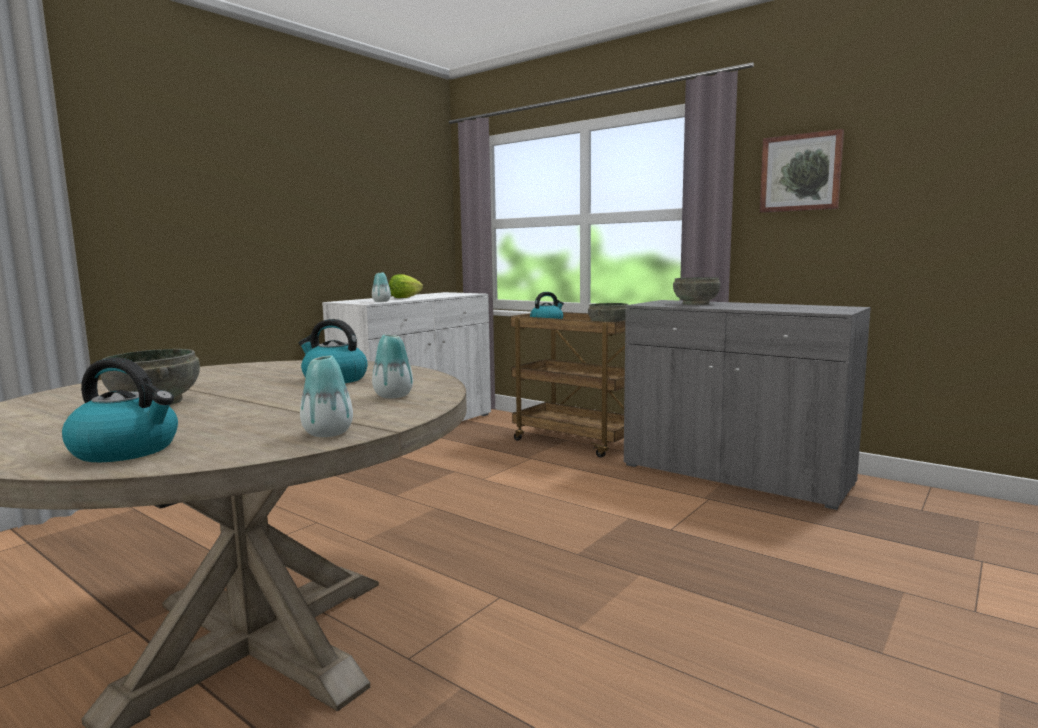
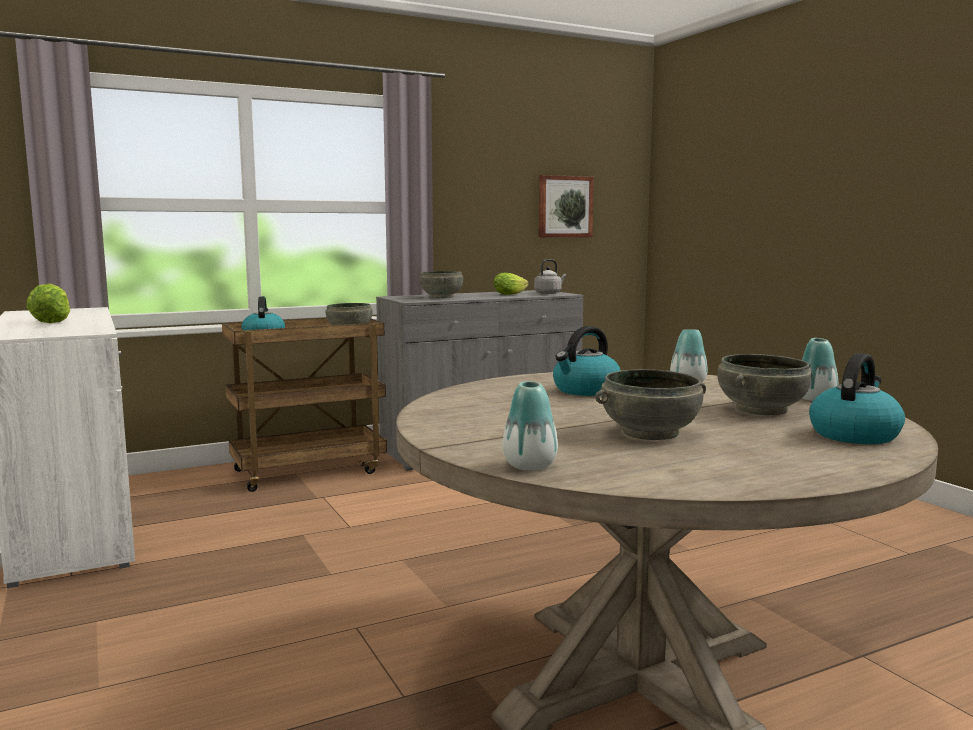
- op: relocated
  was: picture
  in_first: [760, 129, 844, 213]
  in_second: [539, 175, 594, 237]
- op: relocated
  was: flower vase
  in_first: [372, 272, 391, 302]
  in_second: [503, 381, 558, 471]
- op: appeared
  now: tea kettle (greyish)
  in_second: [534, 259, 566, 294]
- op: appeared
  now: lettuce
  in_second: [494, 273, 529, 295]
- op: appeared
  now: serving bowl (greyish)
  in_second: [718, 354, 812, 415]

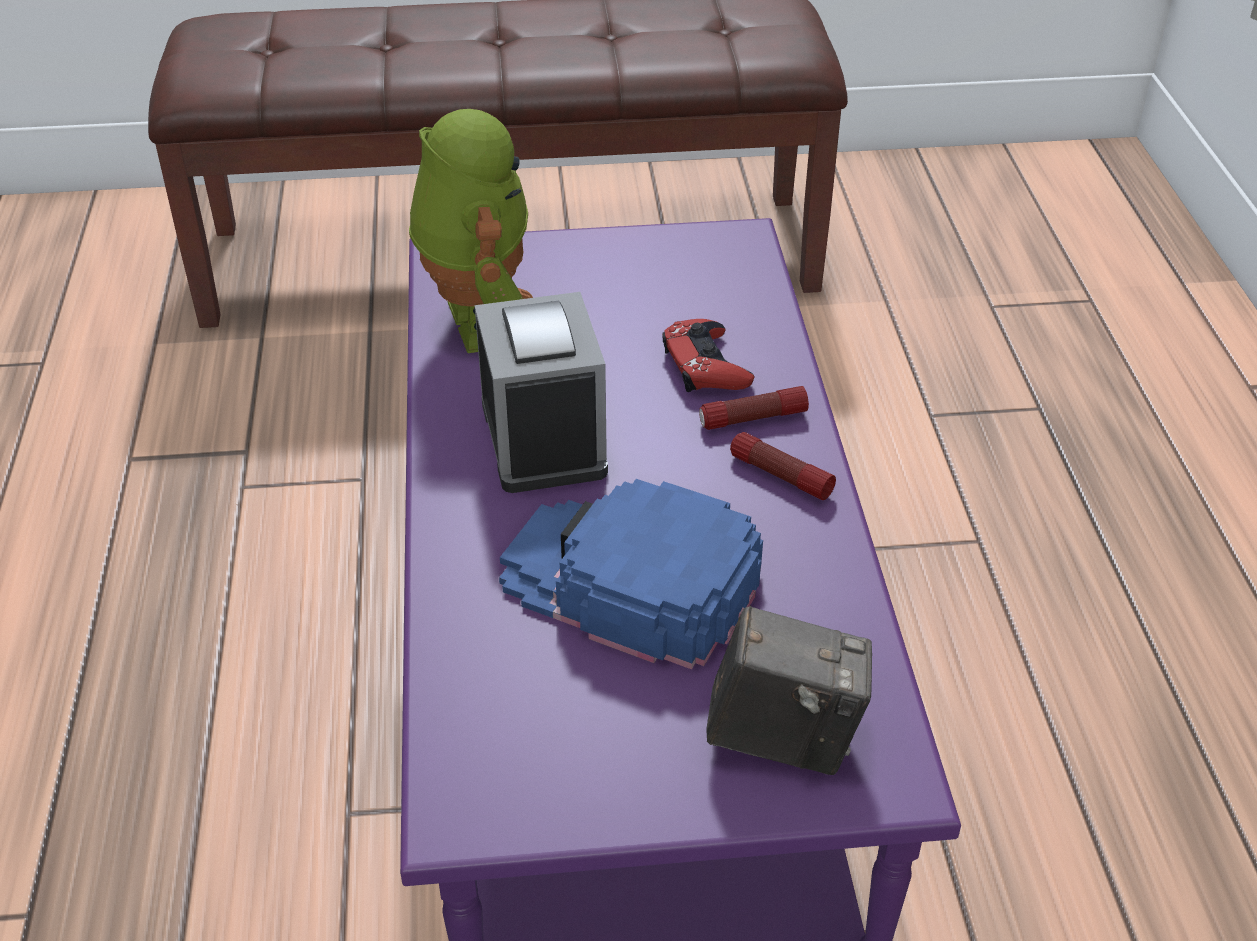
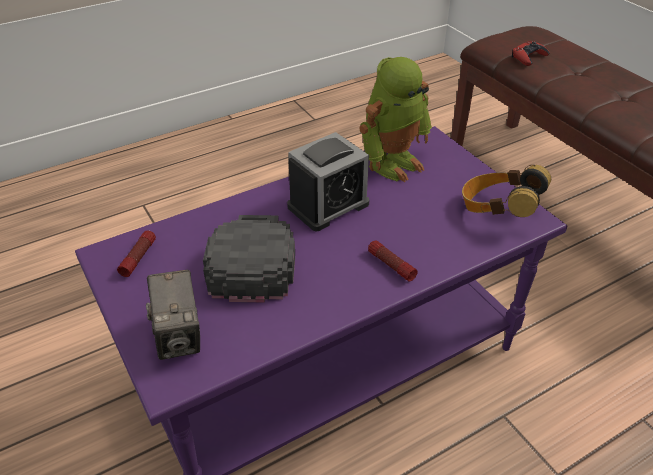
- op: relocated
  was: game controller (red)
  in_first: [662, 319, 754, 392]
  in_second: [512, 41, 550, 66]
- op: relocated
  was: torch
  in_first: [730, 432, 836, 500]
  in_second: [117, 231, 156, 277]
- op: colour
  was: cap (bluish)
  now: cap (blackish)
  in_first: [499, 479, 763, 669]
  in_second: [203, 215, 295, 302]
- op: appeared
  now: pair of headphones
  in_second: [462, 165, 551, 217]

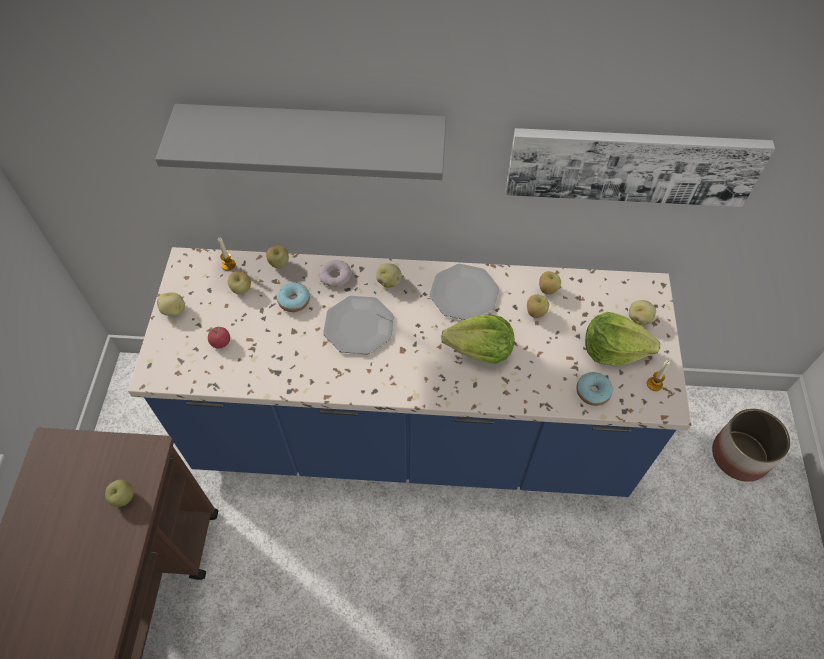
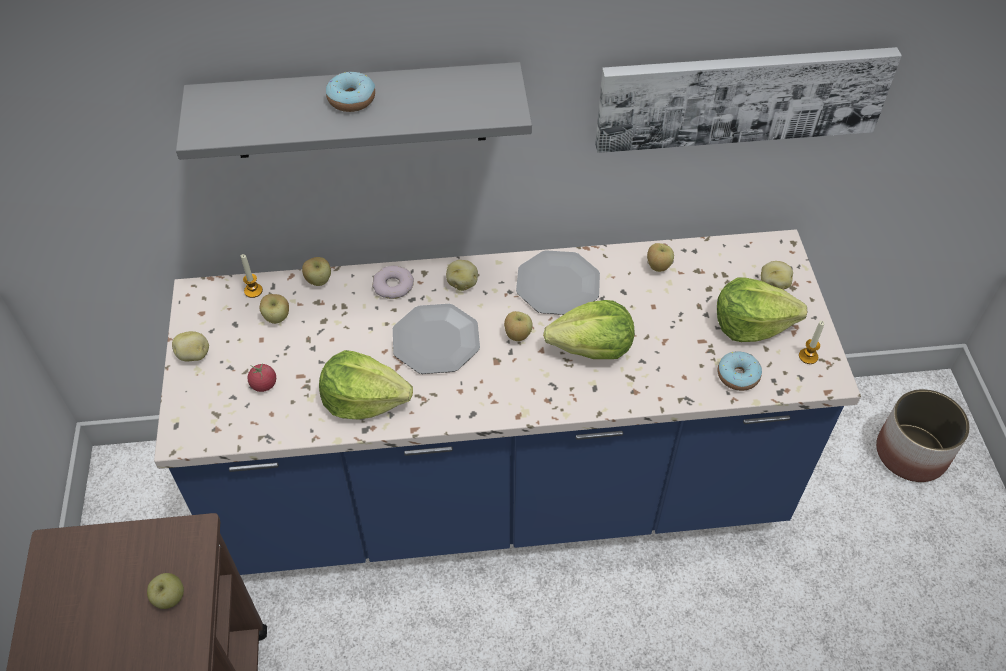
- op: relocated
  was: ring doughnut
  in_first: [277, 282, 310, 312]
  in_second: [326, 72, 375, 112]
- op: relocated
  was: apple fruit
  in_first: [527, 294, 549, 318]
  in_second: [504, 311, 533, 341]
- op: appeared
  now: lettuce
  in_second: [319, 350, 413, 420]

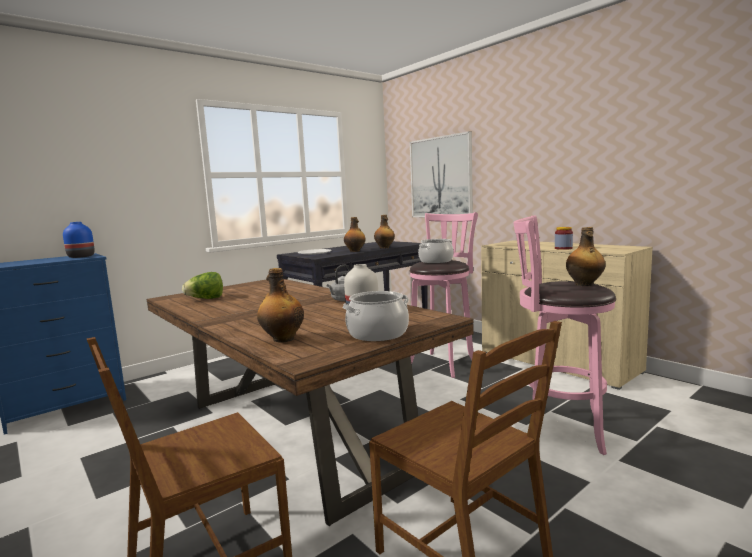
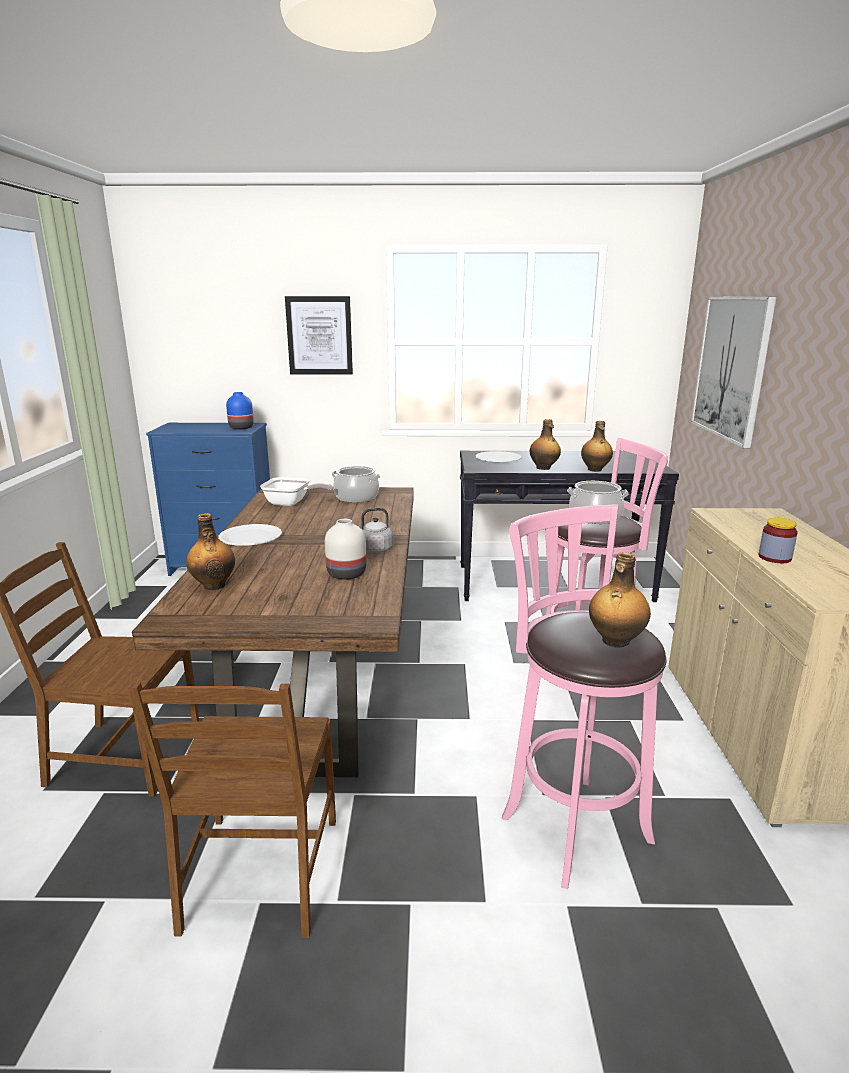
- op: exchanged
  was: lettuce
  now: skillet
  in_first: [182, 272, 223, 299]
  in_second: [260, 477, 334, 506]
- op: relocated
  was: saucepot
  in_first: [342, 291, 409, 341]
  in_second: [332, 466, 381, 503]
- op: appeared
  now: picture
  in_second: [285, 296, 353, 375]
- op: appeared
  now: plate (white)
  in_second: [218, 524, 282, 546]

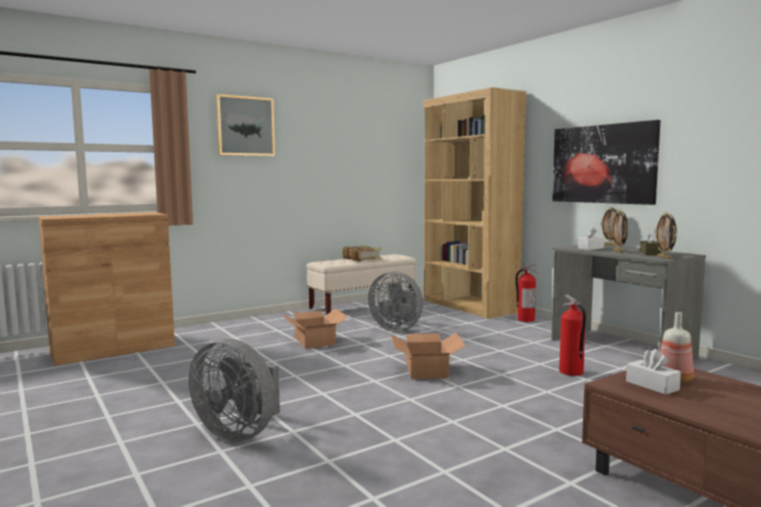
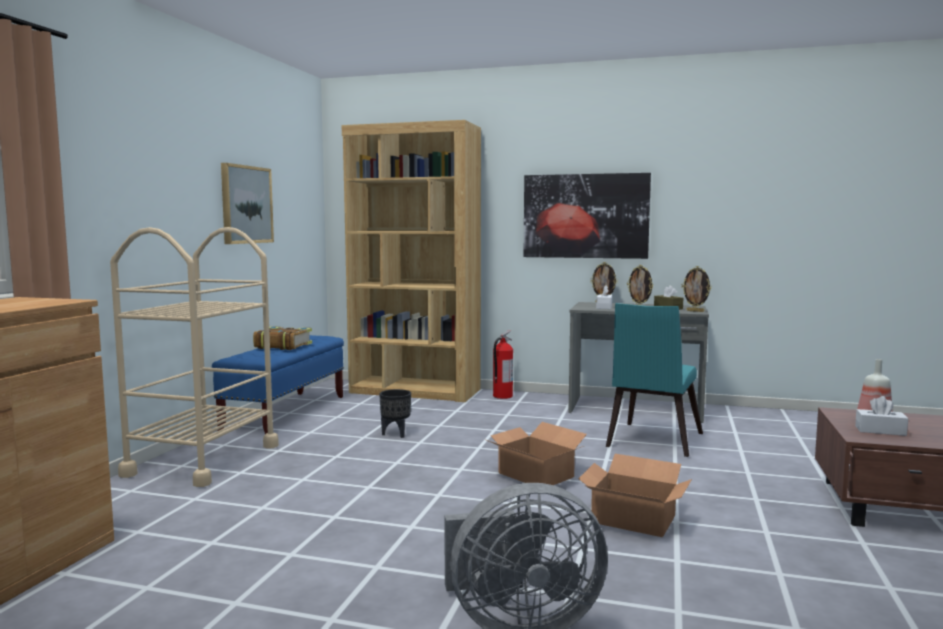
- op: relocated
  was: picture
  in_first: [216, 94, 275, 156]
  in_second: [221, 163, 274, 244]
- op: colour
  was: indoor bench (beige)
  now: indoor bench (bluish)
  in_first: [307, 254, 416, 315]
  in_second: [212, 335, 344, 434]
- op: exchanged
  was: cooling fan (greyish)
  now: planter (blackish)
  in_first: [368, 271, 423, 331]
  in_second: [379, 389, 411, 438]
- op: exchanged
  was: fire-fighting cylinder
  now: plain chair (blue-green)
  in_first: [559, 294, 586, 376]
  in_second: [606, 303, 703, 457]
- op: relocated
  was: packing box
  in_first: [282, 308, 348, 349]
  in_second: [578, 454, 692, 537]
- op: appeared
  now: wheeled cart (beige)
  in_second: [110, 227, 279, 487]

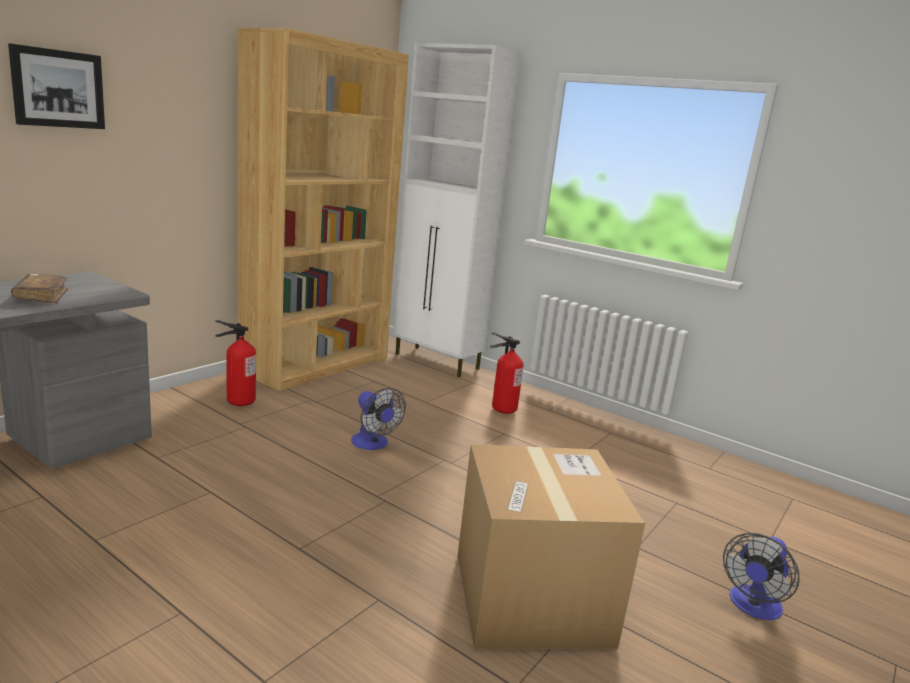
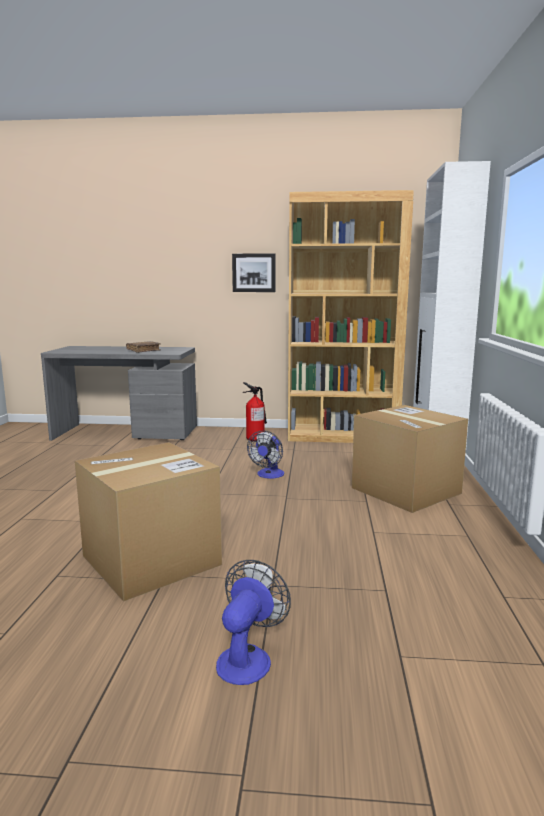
- op: relocated
  was: picture
  in_first: [8, 43, 105, 129]
  in_second: [232, 253, 275, 292]
- op: exchanged
  was: fire-fighting cylinder
  now: packing box
  in_first: [490, 332, 524, 414]
  in_second: [352, 405, 468, 513]
- op: spun
  was: cooling fan
  in_first: [723, 533, 799, 620]
  in_second: [216, 560, 291, 685]
  clockwise: 105

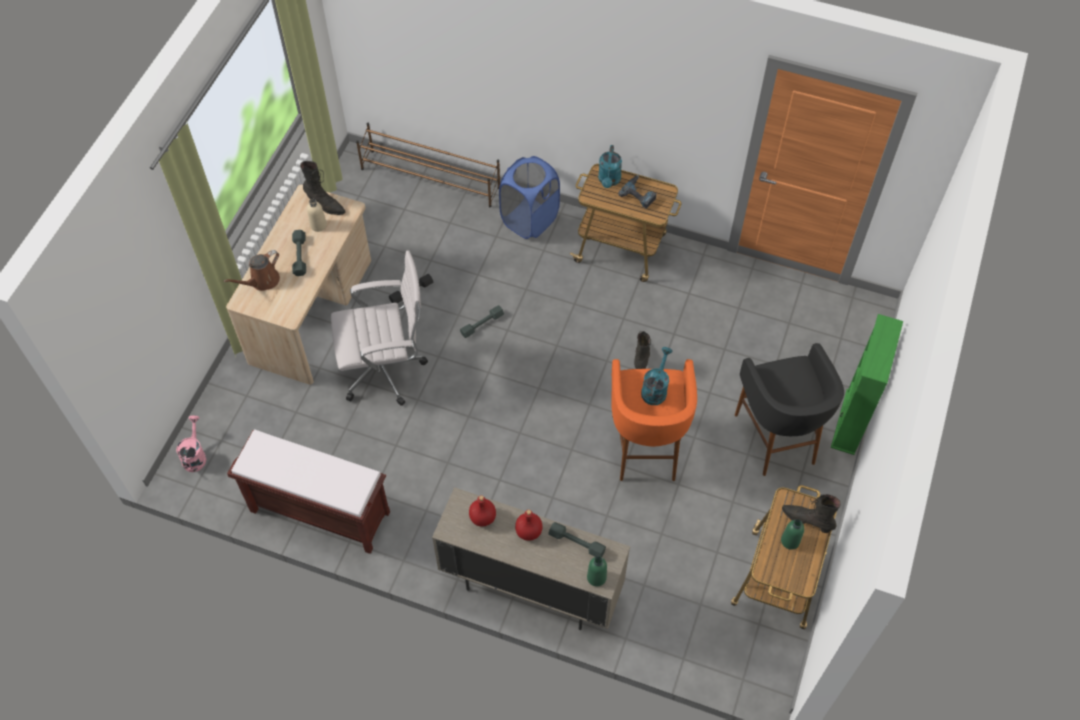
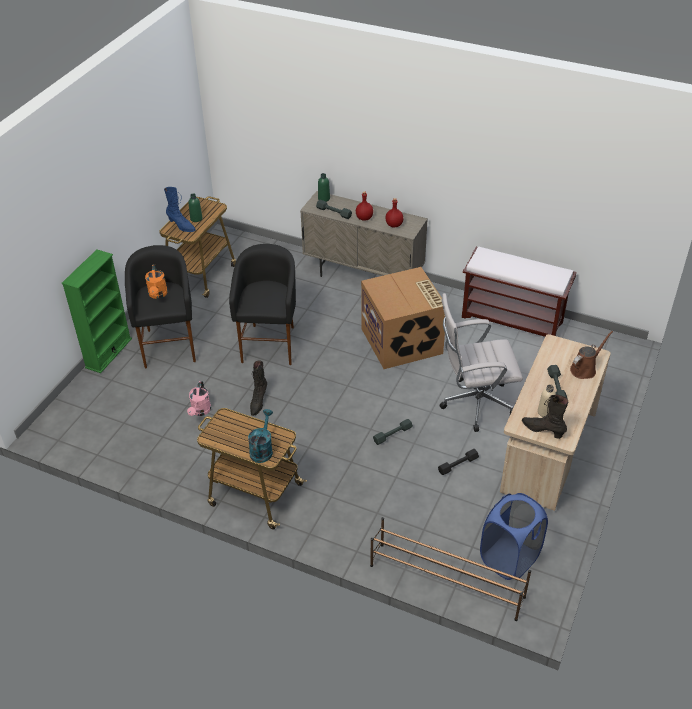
- op: relocated
  was: hamper (bluish)
  in_first: [499, 156, 560, 239]
  in_second: [480, 493, 548, 580]
- op: missing
  was: drill
  in_first: [618, 175, 657, 209]
- op: missing
  was: sprinkling can (blue-green)
  in_first: [641, 347, 673, 405]
- op: colour
  was: sitting stool (orange-coloured)
  now: sitting stool (blackish)
  in_first: [612, 359, 697, 481]
  in_second: [229, 244, 296, 365]
- op: relocated
  was: sprinkling can (pink)
  in_first: [176, 416, 206, 472]
  in_second: [187, 381, 211, 416]
- op: colour
  was: tall boot (blackish)
  now: tall boot (bluish)
  in_first: [782, 494, 841, 533]
  in_second: [164, 187, 196, 232]
- op: appeared
  now: sprinkling can (orange-coloured)
  in_second: [145, 264, 168, 299]
- op: appeared
  now: packing box
  in_second: [361, 267, 446, 369]

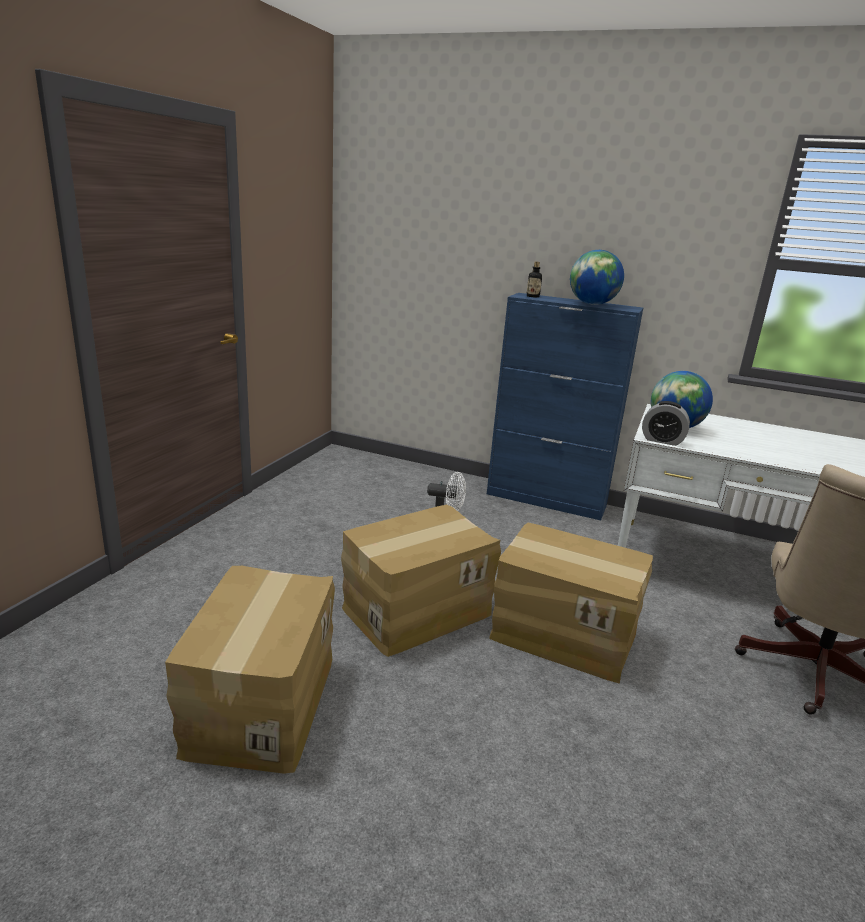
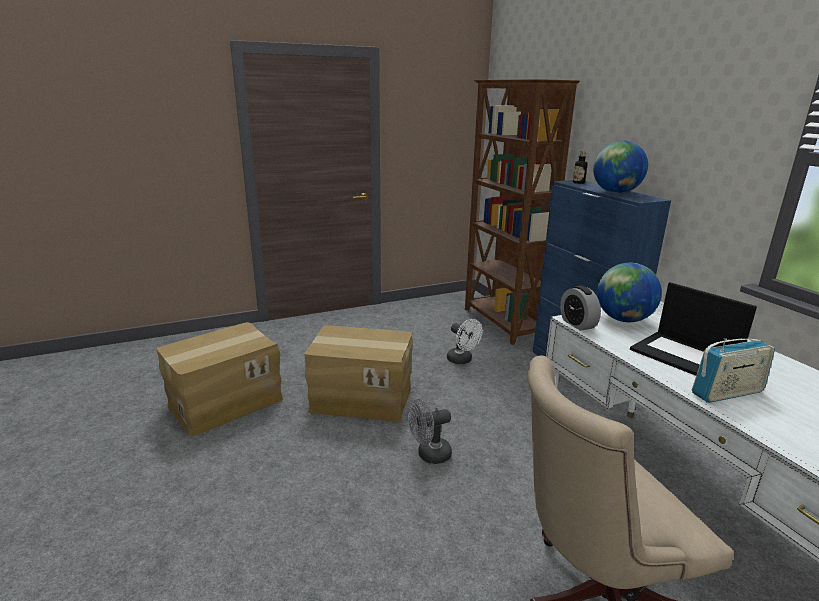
- op: exchanged
  was: packing box
  now: cooling fan (greyish)
  in_first: [489, 523, 653, 684]
  in_second: [408, 399, 452, 464]
- op: appeared
  now: shelving unit (brown)
  in_second: [465, 79, 580, 345]
- op: appeared
  now: laptop
  in_second: [630, 282, 757, 376]
- op: appeared
  now: radio receiver
  in_second: [692, 338, 775, 403]

